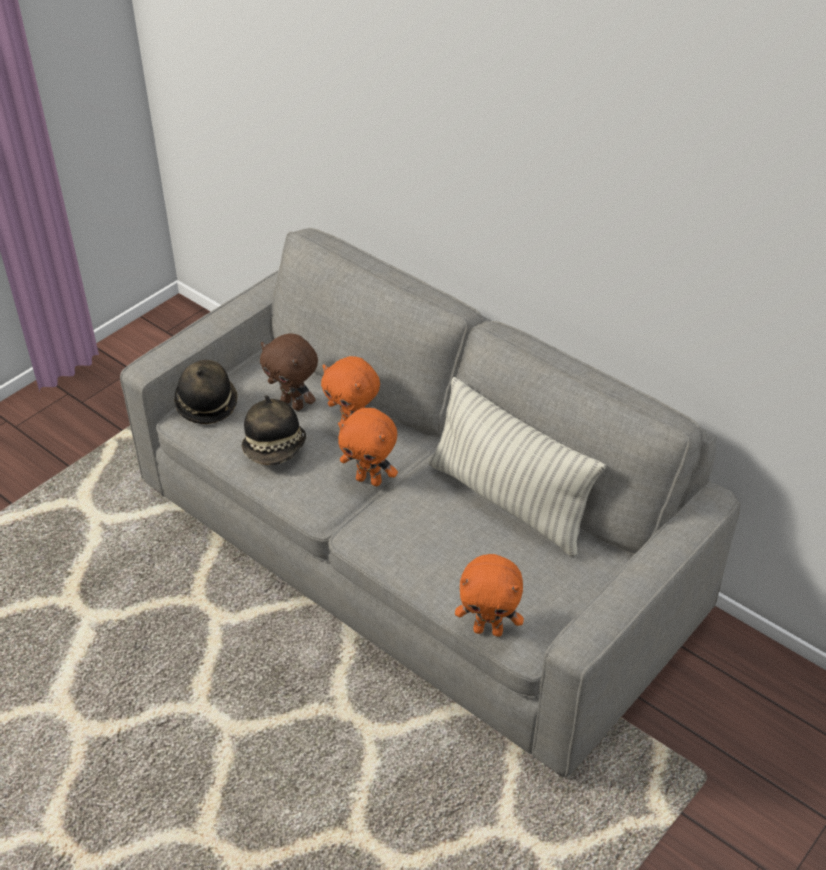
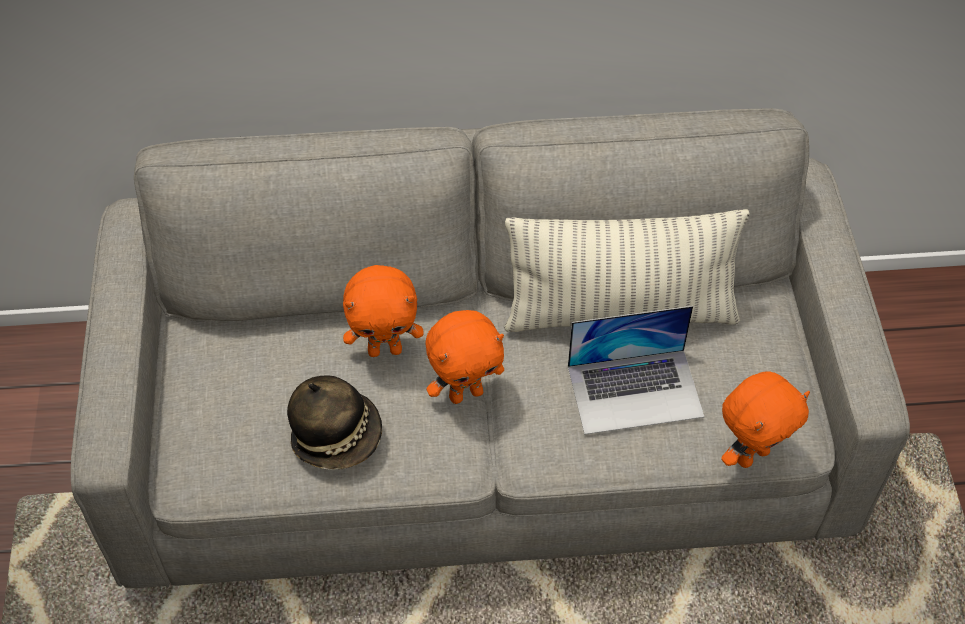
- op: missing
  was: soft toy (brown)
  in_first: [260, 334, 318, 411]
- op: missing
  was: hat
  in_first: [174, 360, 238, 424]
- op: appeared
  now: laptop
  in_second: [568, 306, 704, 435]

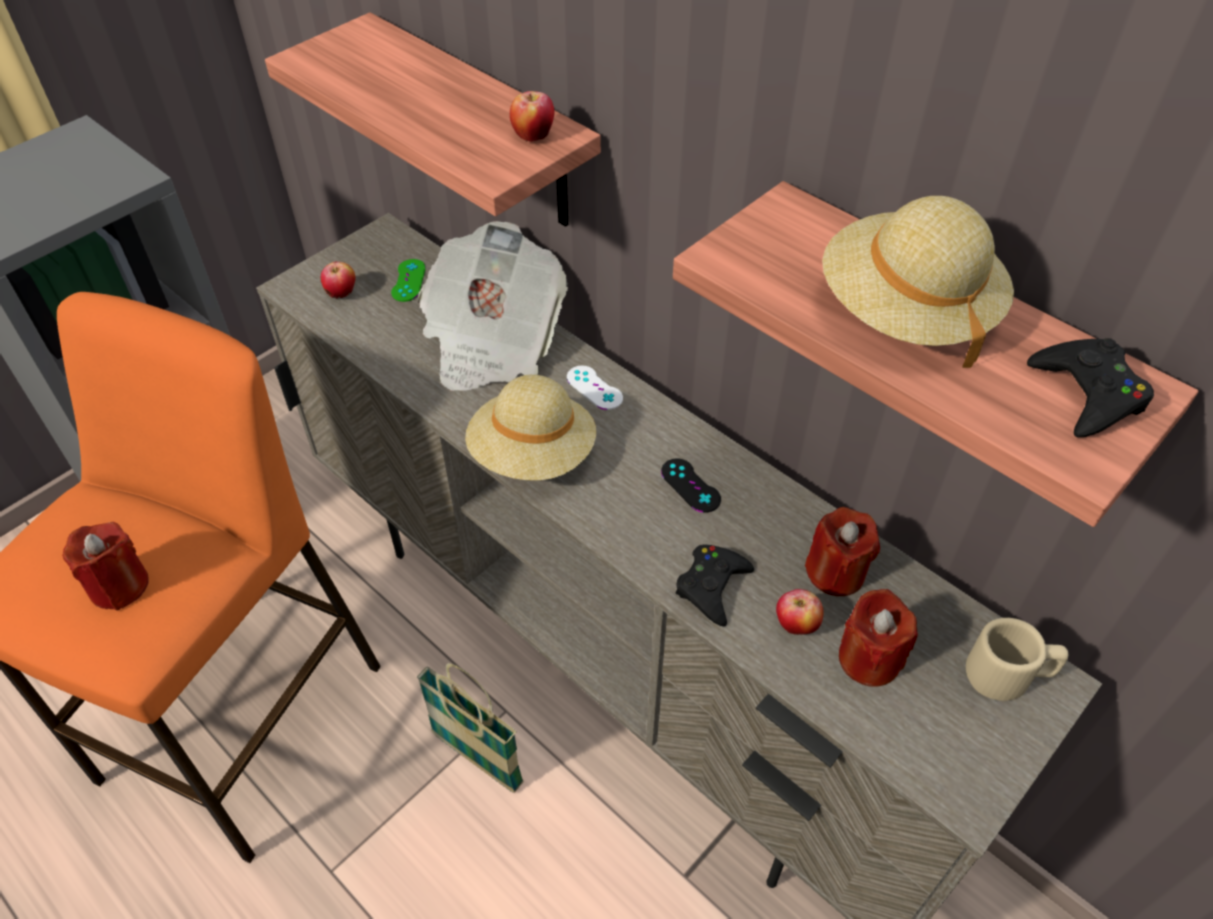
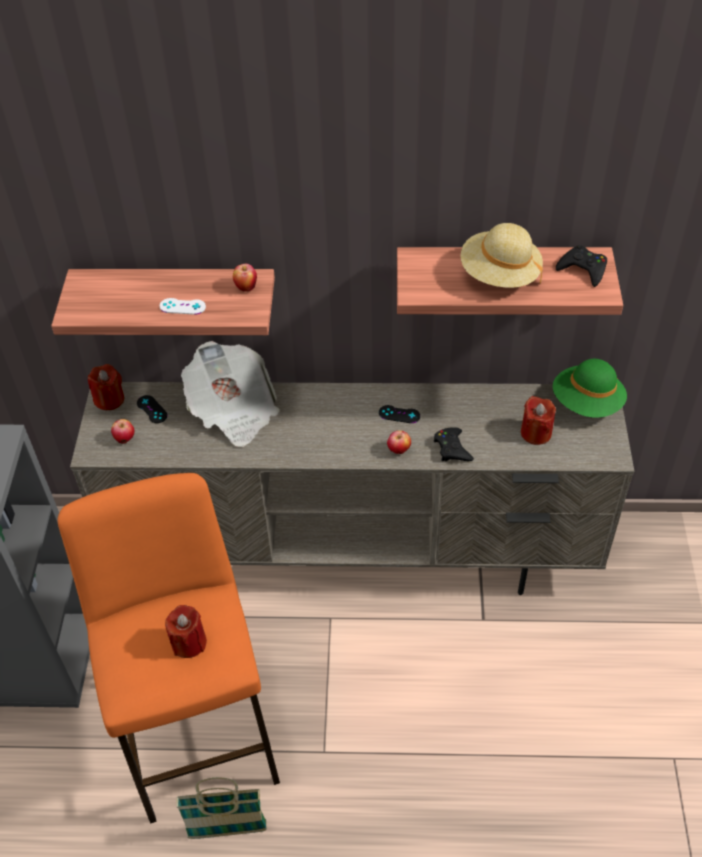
- op: colour
  was: game controller (greenish)
  now: game controller (blackish)
  in_first: [391, 259, 426, 302]
  in_second: [137, 395, 167, 423]
- op: relocated
  was: game controller (white)
  in_first: [567, 365, 623, 410]
  in_second: [160, 298, 206, 315]
- op: missing
  was: hat (beige)
  in_first: [465, 375, 596, 481]
- op: relocated
  was: wax candle (red)
  in_first: [805, 507, 880, 596]
  in_second: [88, 364, 124, 410]
- op: relocated
  was: apple fruit
  in_first: [776, 589, 824, 635]
  in_second: [387, 430, 411, 454]
- op: exchanged
  was: mug (beige)
  now: hat (greenish)
  in_first: [966, 618, 1068, 701]
  in_second: [553, 359, 627, 418]
- op: relocated
  was: basket
  in_first: [417, 663, 524, 793]
  in_second: [177, 778, 267, 839]

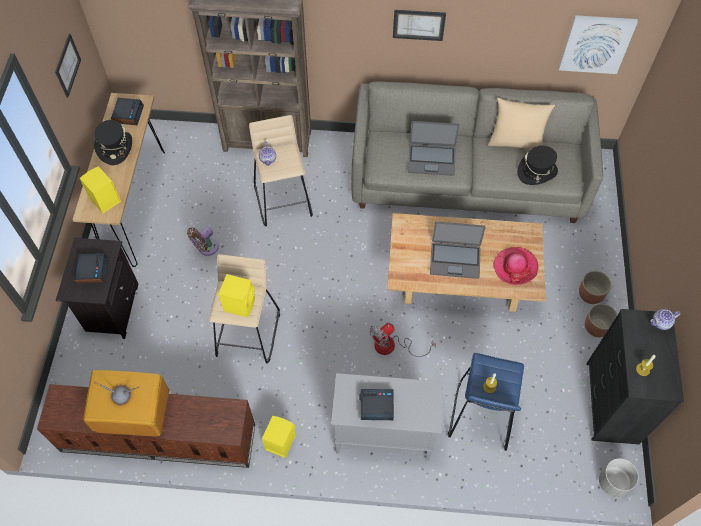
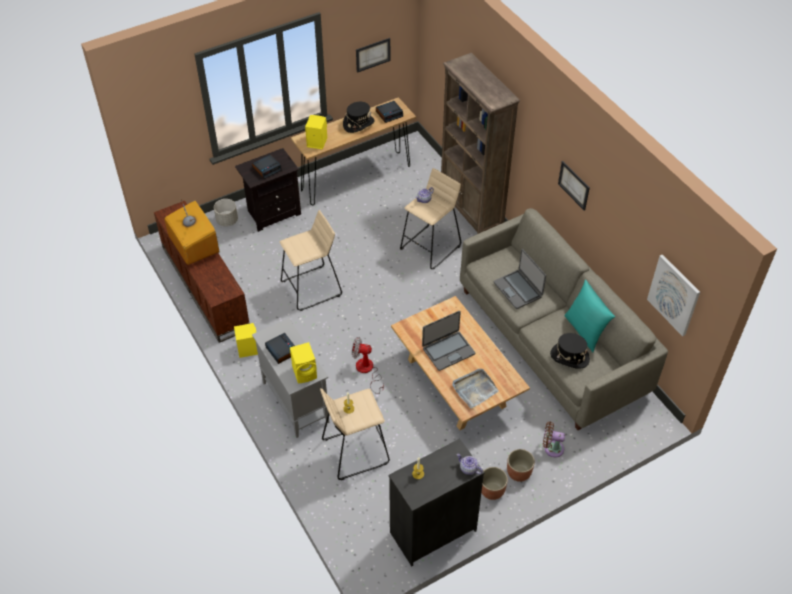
- op: colour
  was: pillow (beige)
  now: pillow (blue-green)
  in_first: [488, 98, 555, 150]
  in_second: [564, 280, 615, 353]
- op: spun
  was: laptop
  in_first: [430, 222, 486, 279]
  in_second: [422, 311, 475, 371]
  clockwise: -90
- op: relocated
  was: cooling fan (brown)
  in_first: [187, 227, 219, 256]
  in_second: [543, 421, 565, 458]
- op: exchanged
  was: hat
  now: serving tray (greyish)
  in_first: [493, 247, 538, 285]
  in_second: [452, 369, 499, 408]
- op: relocated
  was: speaker (yellow)
  in_first: [218, 274, 255, 317]
  in_second: [290, 342, 317, 384]
- op: colour
  was: sitting stool (bluish)
  now: sitting stool (beige)
  in_first: [448, 353, 524, 451]
  in_second: [320, 388, 390, 480]
- op: relocated
  was: planter (greyish)
  in_first: [599, 458, 639, 497]
  in_second: [214, 199, 238, 227]

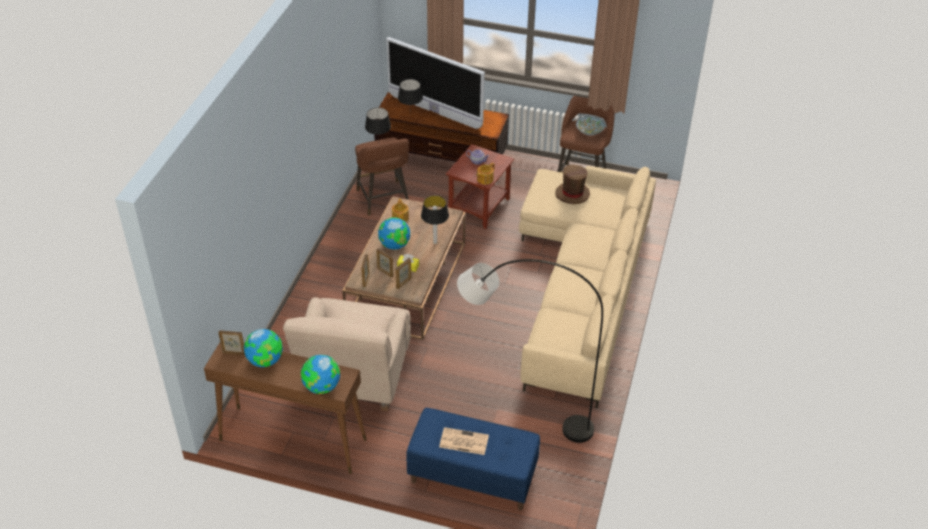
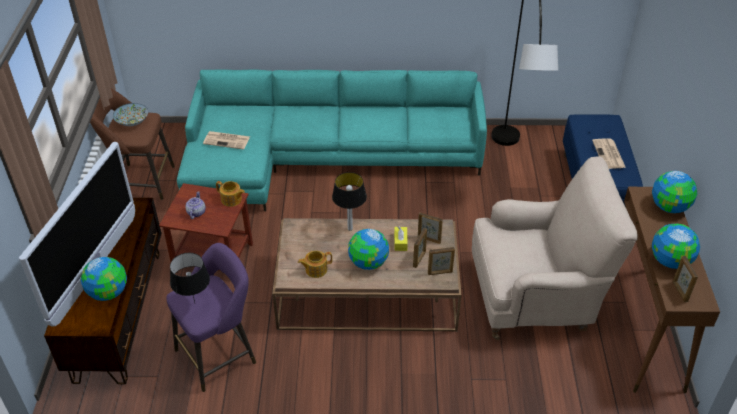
- op: exchanged
  was: table lamp (blackish)
  now: world globe
  in_first: [398, 79, 423, 107]
  in_second: [81, 257, 127, 301]
- op: colour
  was: sitting stool (brown)
  now: sitting stool (purple-coloured)
  in_first: [355, 138, 409, 216]
  in_second: [166, 243, 256, 392]
- op: exchanged
  was: hat (brown)
  now: daily paper
  in_first: [555, 165, 590, 204]
  in_second: [203, 131, 250, 149]
- op: colour
  was: sofa (beige)
  now: sofa (blue-green)
  in_first: [519, 166, 656, 408]
  in_second: [177, 69, 487, 211]

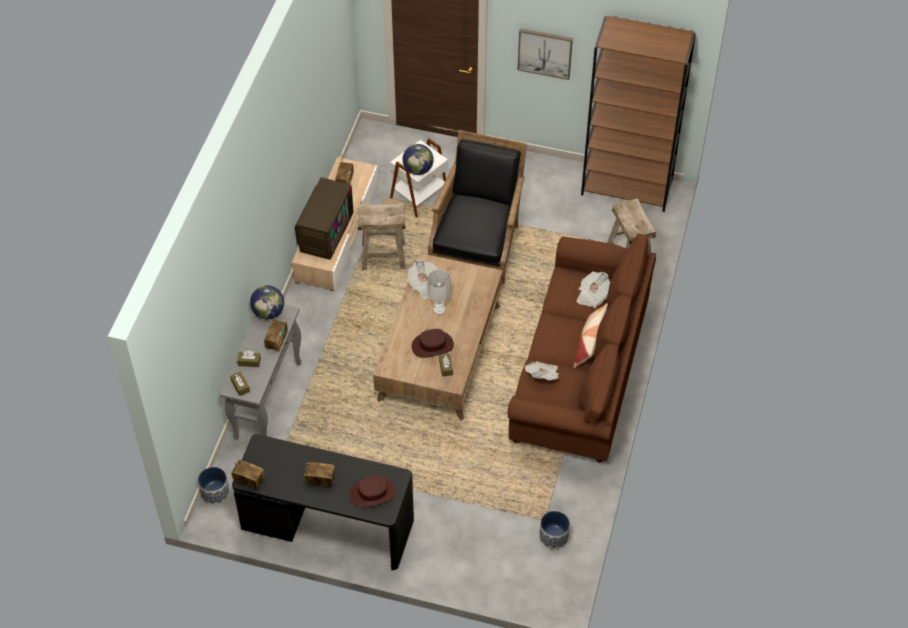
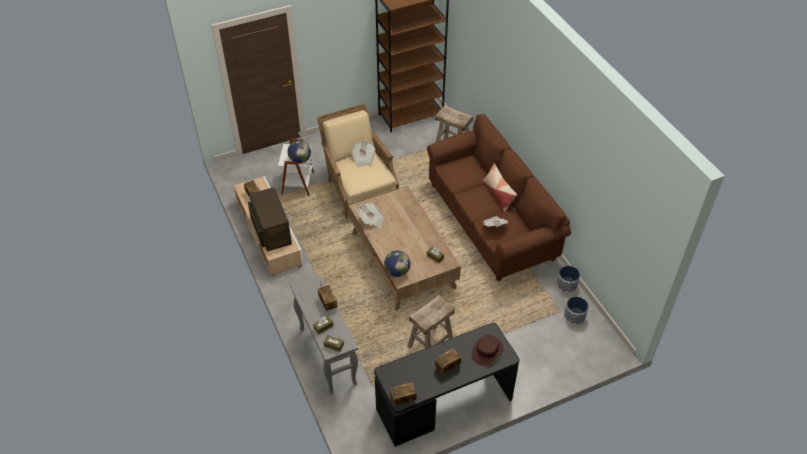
- op: missing
  was: picture
  in_first: [518, 28, 573, 80]
- op: colour
  was: easy chair (blackish)
  now: easy chair (beige)
  in_first: [428, 130, 527, 285]
  in_second: [317, 103, 399, 219]
- op: relocated
  was: sitting stool (beige)
  in_first: [358, 203, 406, 270]
  in_second: [407, 295, 455, 349]
- op: missing
  was: table lamp (white)
  in_first: [427, 269, 451, 314]
- op: relocated
  was: daily paper
  in_first: [577, 272, 610, 308]
  in_second: [352, 140, 375, 167]
- op: relocated
  was: world globe
  in_first: [250, 285, 284, 320]
  in_second: [384, 250, 410, 277]
- op: missing
  was: hat (brown)
  in_first: [412, 329, 454, 358]
- op: relocated
  was: planter
  in_first: [198, 467, 230, 504]
  in_second: [557, 266, 580, 293]

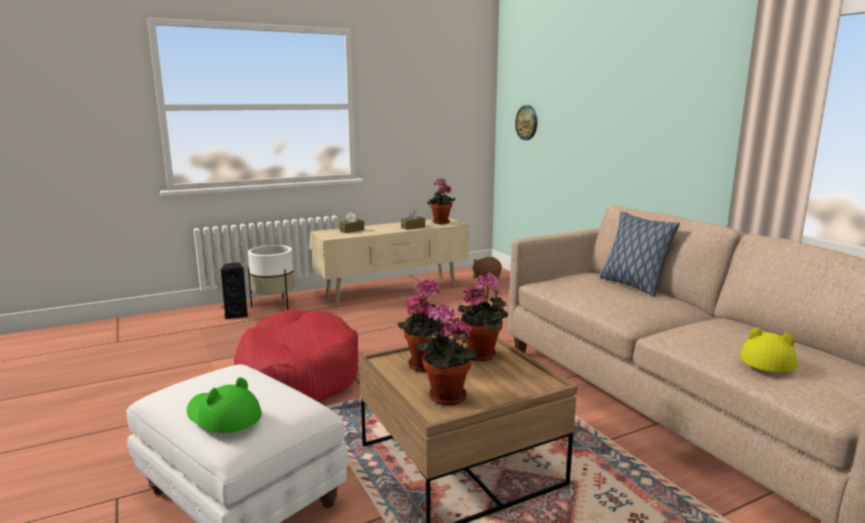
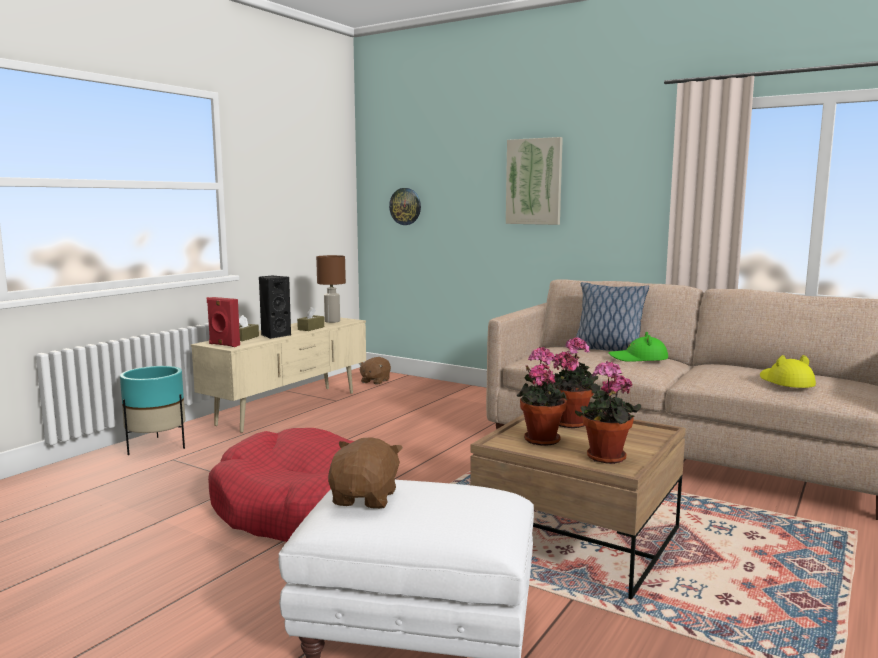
- op: exchanged
  was: potted plant
  now: table lamp (brown)
  in_first: [427, 178, 456, 224]
  in_second: [316, 255, 346, 323]
- op: colour
  was: planter (white)
  now: planter (blue-green)
  in_first: [248, 245, 295, 310]
  in_second: [120, 366, 186, 455]
- op: relocated
  was: speaker (blackish)
  in_first: [221, 263, 248, 320]
  in_second: [259, 275, 292, 339]
- op: relocated
  was: hat (greenish)
  in_first: [187, 377, 262, 433]
  in_second: [608, 332, 668, 362]
- op: appeared
  now: picture
  in_second: [506, 137, 563, 225]
- op: appeared
  now: speaker (red)
  in_second: [207, 297, 240, 347]
- op: appeared
  now: soft toy (brown)
  in_second: [328, 437, 403, 509]

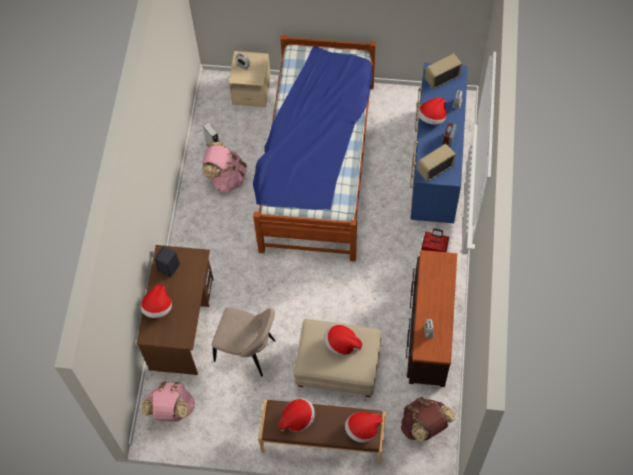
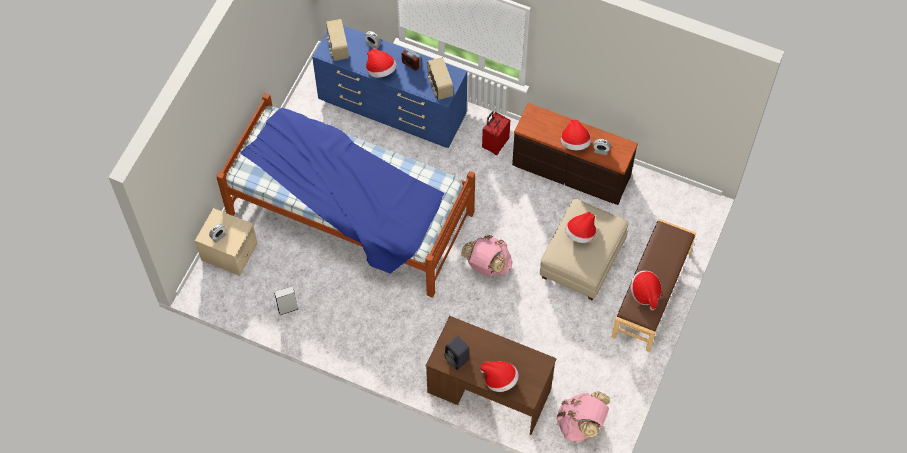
- op: relocated
  was: knapsack (pink)
  in_first: [202, 142, 247, 192]
  in_second: [461, 235, 513, 276]
- op: missing
  was: plain chair (beige)
  in_first: [212, 307, 276, 376]
- op: missing
  was: knapsack (brown)
  in_first: [401, 397, 455, 441]
- op: relocated
  was: hat
  in_first: [345, 412, 383, 443]
  in_second: [561, 120, 591, 150]

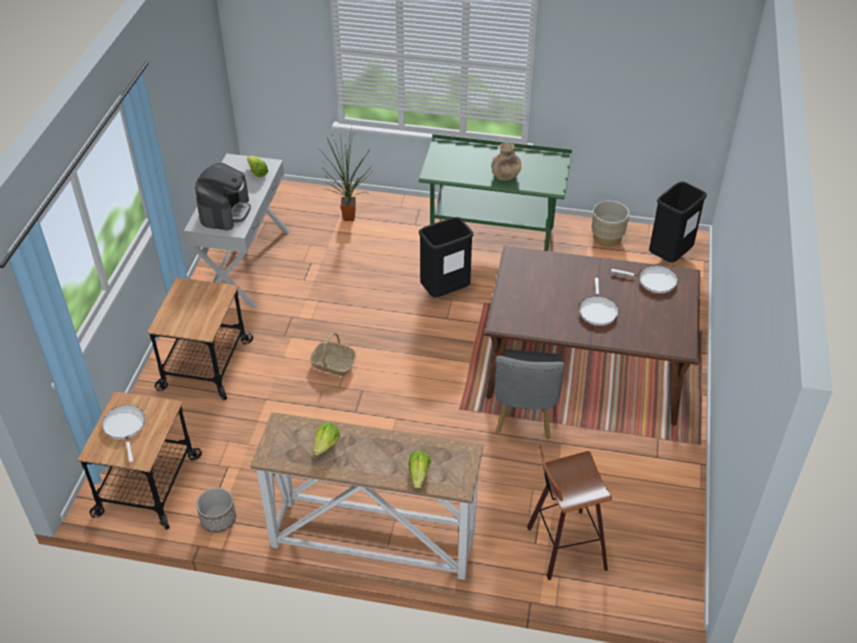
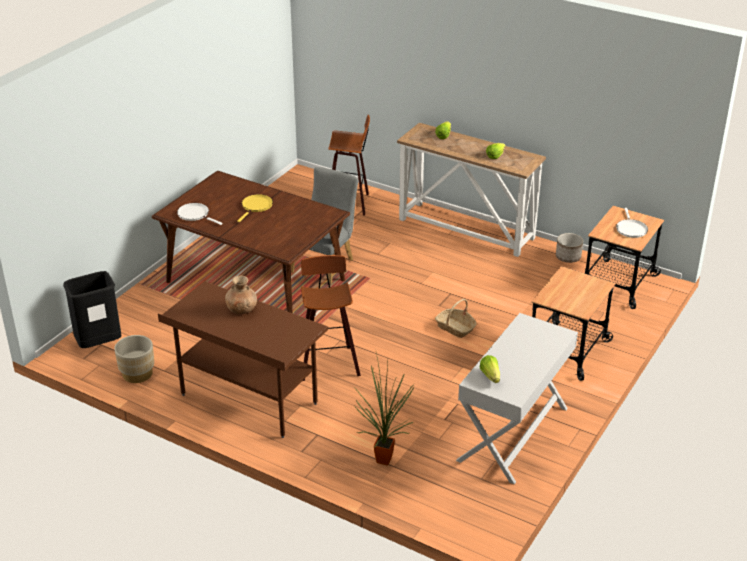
- op: colour
  was: desk unit (greenish)
  now: desk unit (brown)
  in_first: [419, 134, 572, 251]
  in_second: [158, 281, 328, 438]
- op: missing
  was: coffee brewer
  in_first: [195, 163, 251, 231]
- op: exchanged
  was: rubbish bin (blackish)
  now: sitting stool
  in_first: [419, 217, 474, 297]
  in_second: [301, 255, 361, 381]
- op: colour
  was: skillet (white)
  now: skillet (yellow)
  in_first: [579, 278, 618, 325]
  in_second: [237, 194, 273, 222]

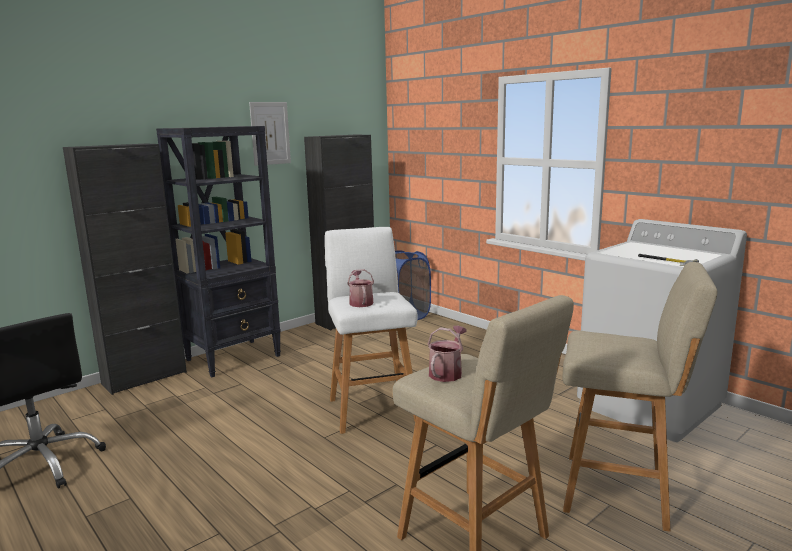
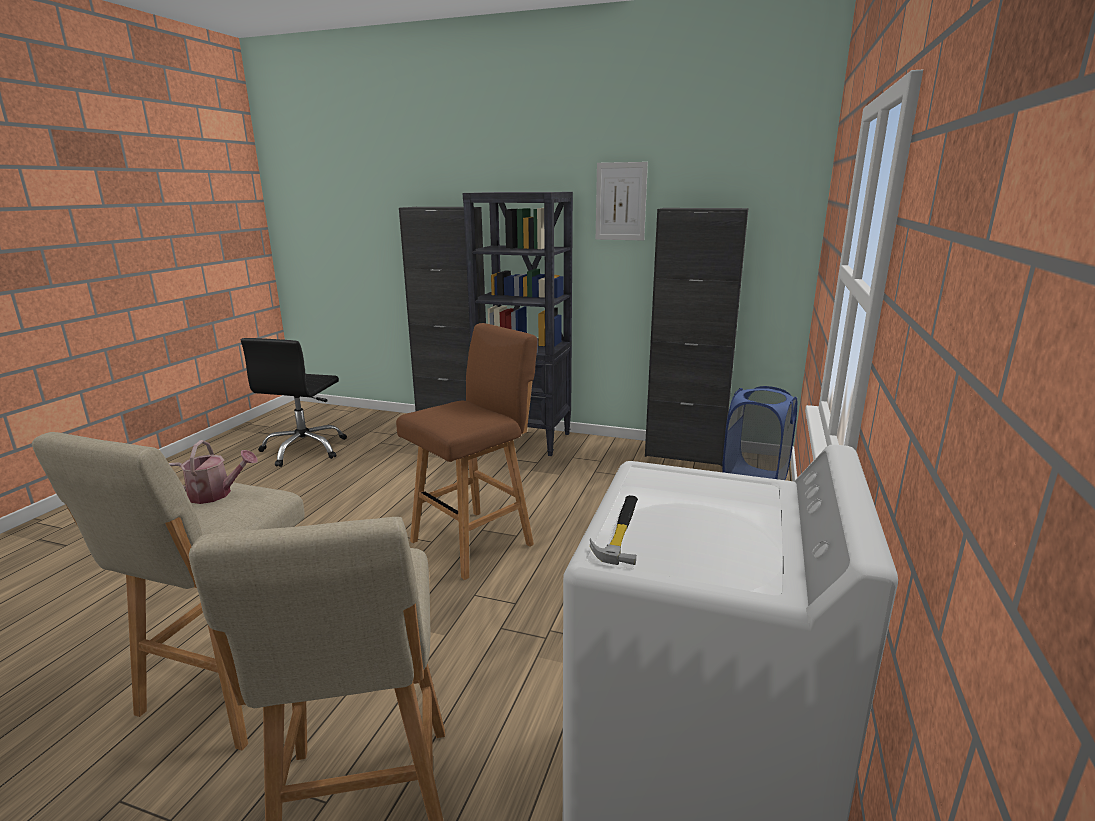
- op: colour
  was: sitting stool (white)
  now: sitting stool (brown)
  in_first: [325, 227, 417, 434]
  in_second: [396, 323, 537, 580]
- op: missing
  was: sprinkling can
  in_first: [347, 269, 374, 307]

